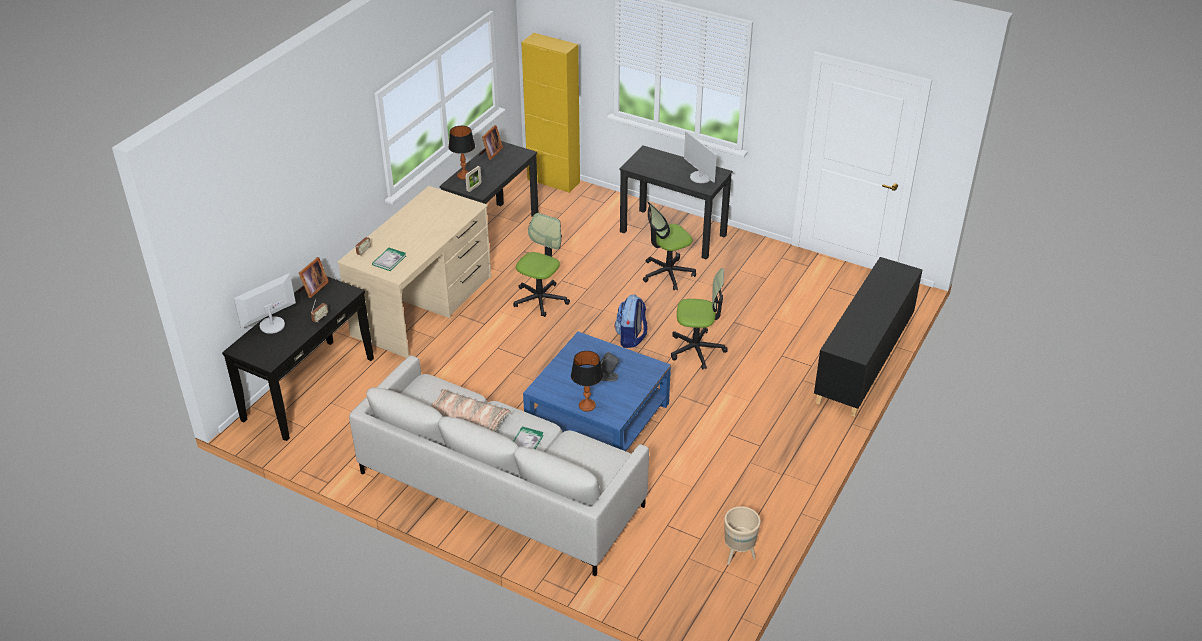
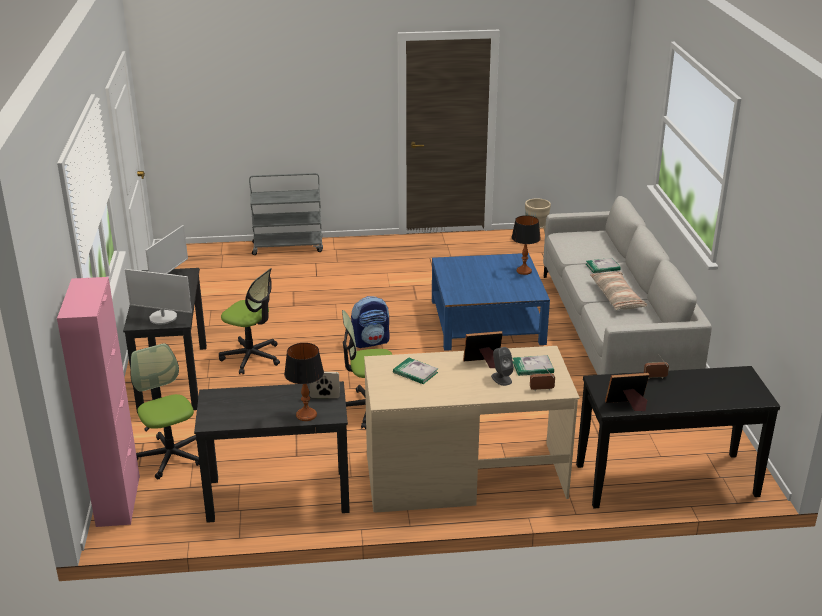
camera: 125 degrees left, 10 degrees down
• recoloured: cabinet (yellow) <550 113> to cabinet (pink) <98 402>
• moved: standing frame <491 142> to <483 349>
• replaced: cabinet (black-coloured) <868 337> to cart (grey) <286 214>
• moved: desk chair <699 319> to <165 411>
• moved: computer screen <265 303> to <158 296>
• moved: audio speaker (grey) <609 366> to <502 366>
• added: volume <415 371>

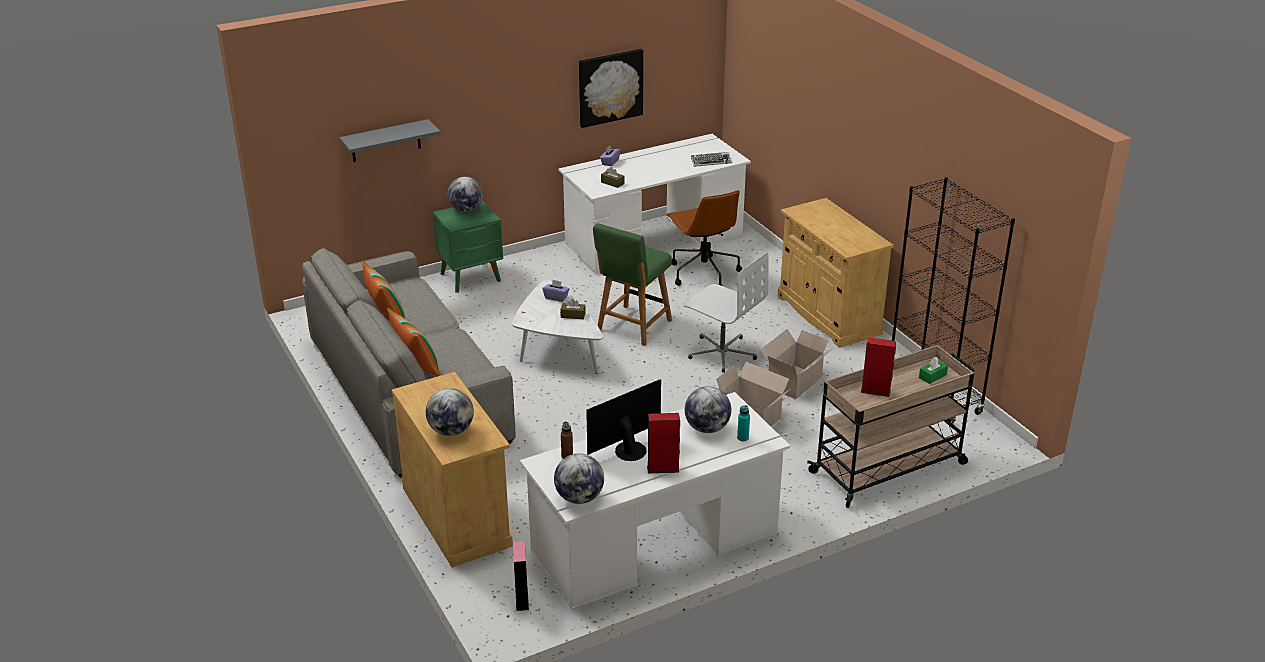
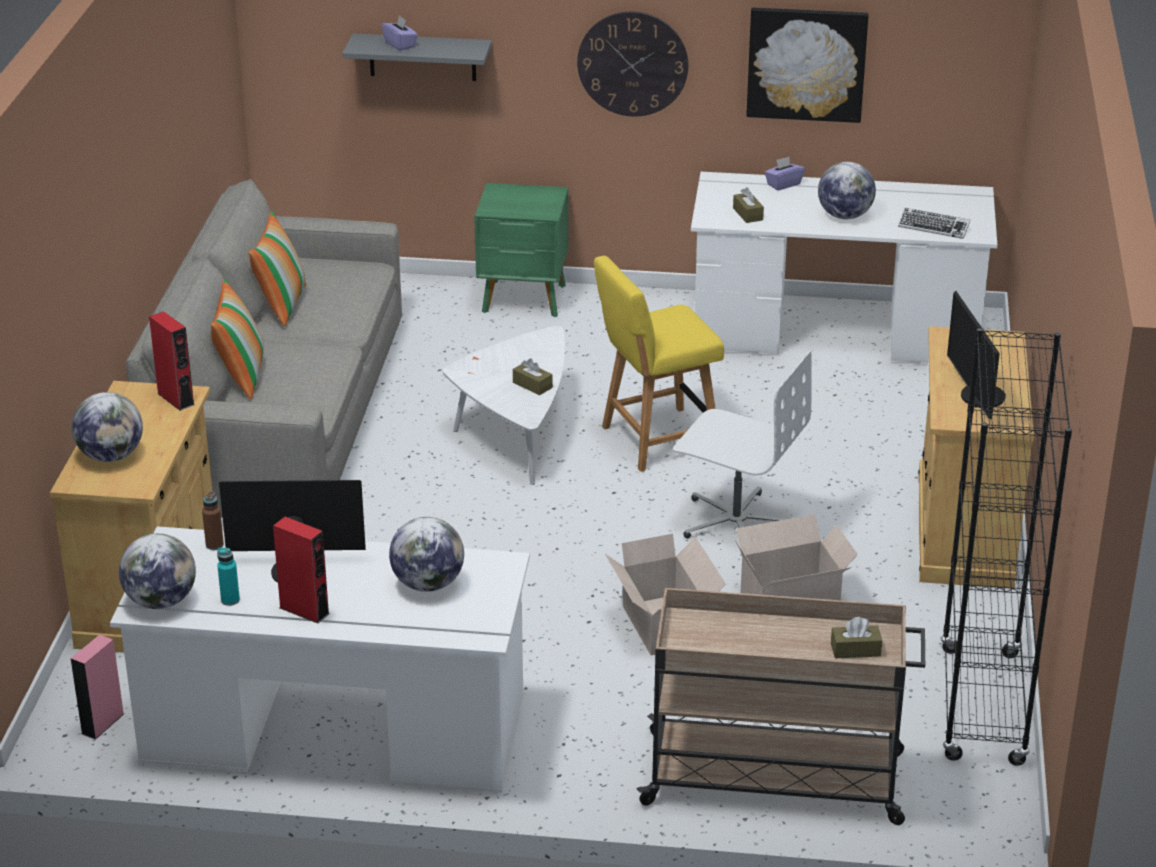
camera: 35 degrees right, 0 degrees up
• moved: world globe <465 194> to <847 190>
• removed: desk chair (brown) <704 238>
• recoloured: upright chair (green) <632 284> to upright chair (yellow) <659 364>
• turned: desk chair (white) <725 312> = <742 444> 45 degrees counterclockwise
• moved: tissue holder (purple-coloured) <555 290> to <399 33>
• moved: audio speaker (reddish) <878 367> to <171 361>
• recoloured: tissue holder (green) <933 370> to tissue holder (brown) <856 637>
• moved: bottle (turquoise) <743 423> to <228 577>
• added: wall clock <632 64>
• added: computer screen <976 355>

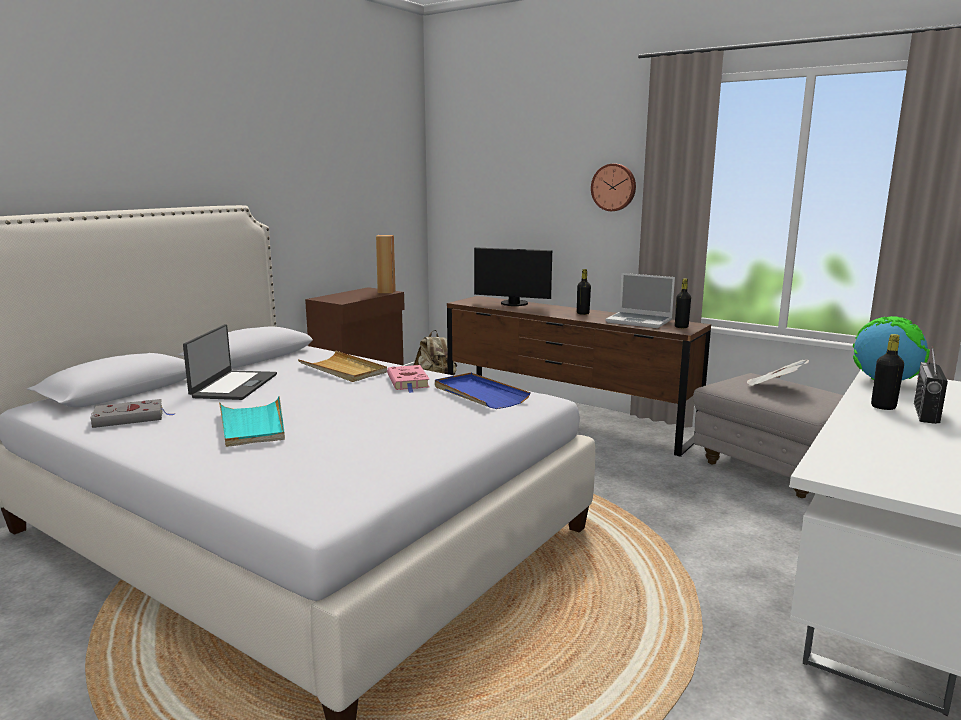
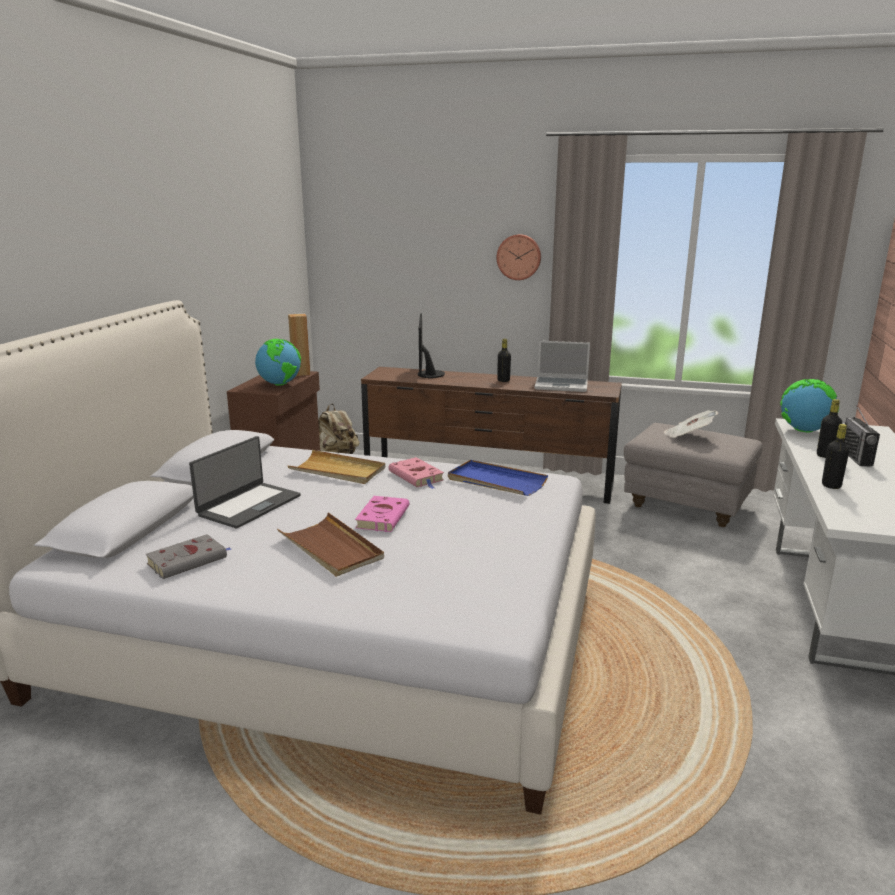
camera: 20 degrees left, 5 degrees up
• turned: computer screen <513 276> = <431 345> 90 degrees clockwise
• moved: bottle (black-coloured) <683 303> to <835 456>
• turned: laptop <230 362> = <245 482> 45 degrees clockwise
• recoloured: carrying tray (turquoise) <252 421> to carrying tray (brown) <330 545>
• added: world globe <278 362>
• added: volume (pink) <382 514>

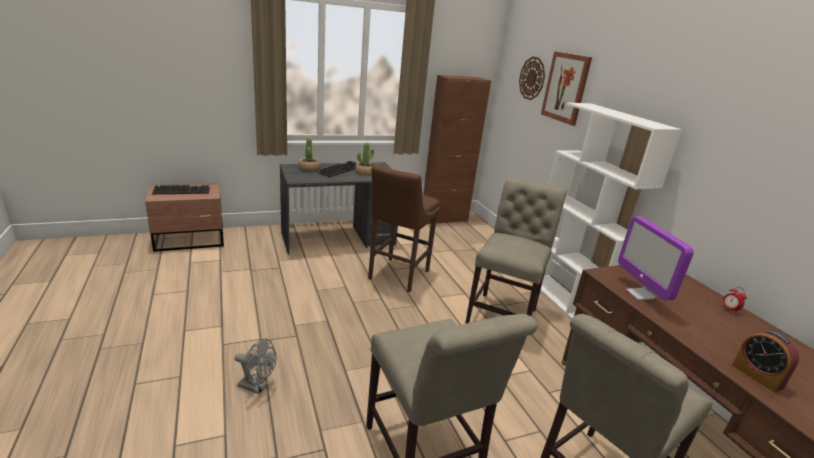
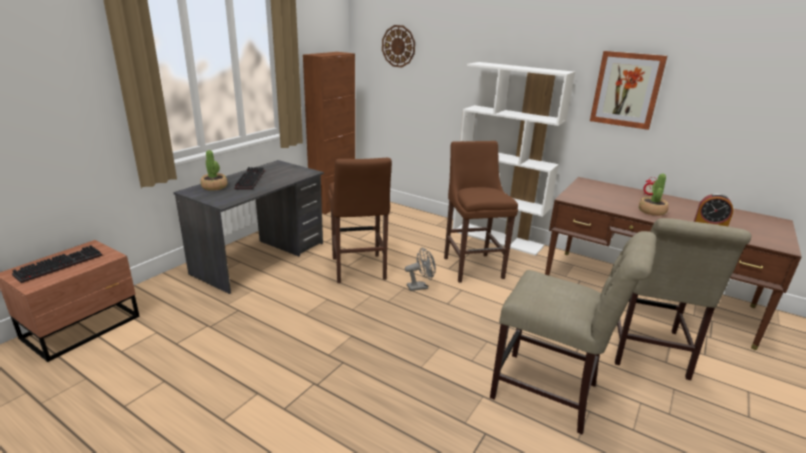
camera: 35 degrees left, 0 degrees up
• moved: wall art <566 88> to <629 90>
• moved: potted plant <365 158> to <654 195>
• replaced: upright chair (sand-coloured) <515 260> to stool (brown) <481 212>
• removed: computer screen <656 259>
• moved: fan (grey) <255 366> to <420 269>

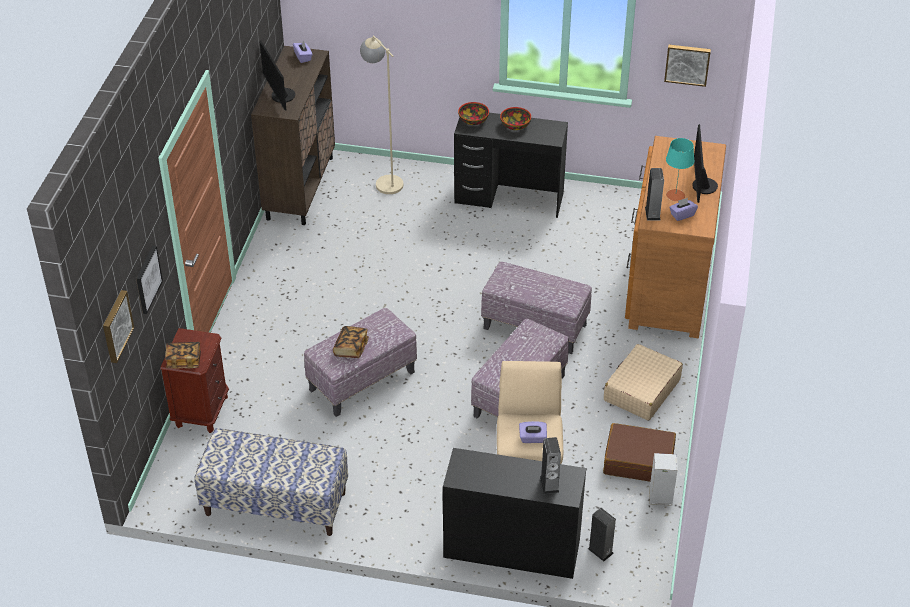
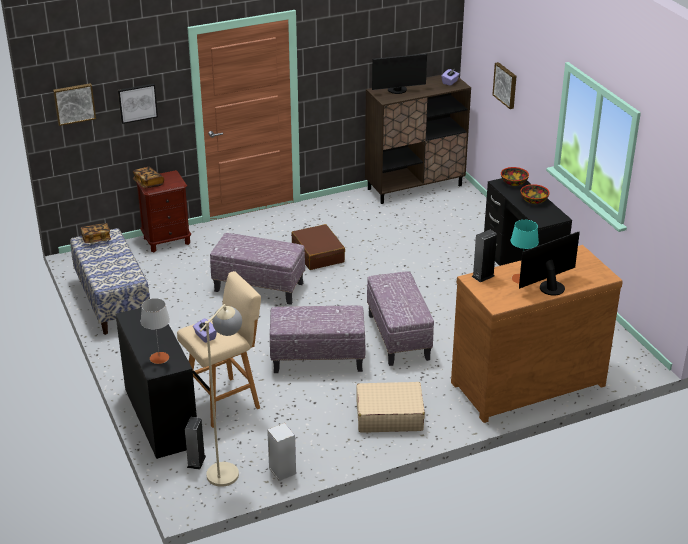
camera: 55 degrees right, 10 degrees down
• moved: standard lamp (sand-coloured) <381 114> to <221 395>
• turned: computer screen <277 76> = <399 73> 135 degrees counterclockwise
• moved: wall art <687 66> to <504 85>
• removed: tissue holder (purple-coloured) <683 209>
• moved: volume <351 342> to <96 233>
• moved: suitcase (brown) <639 452> to <318 247>
• replaced: audio speaker <550 465> to lamp for a table (grey) <155 331>

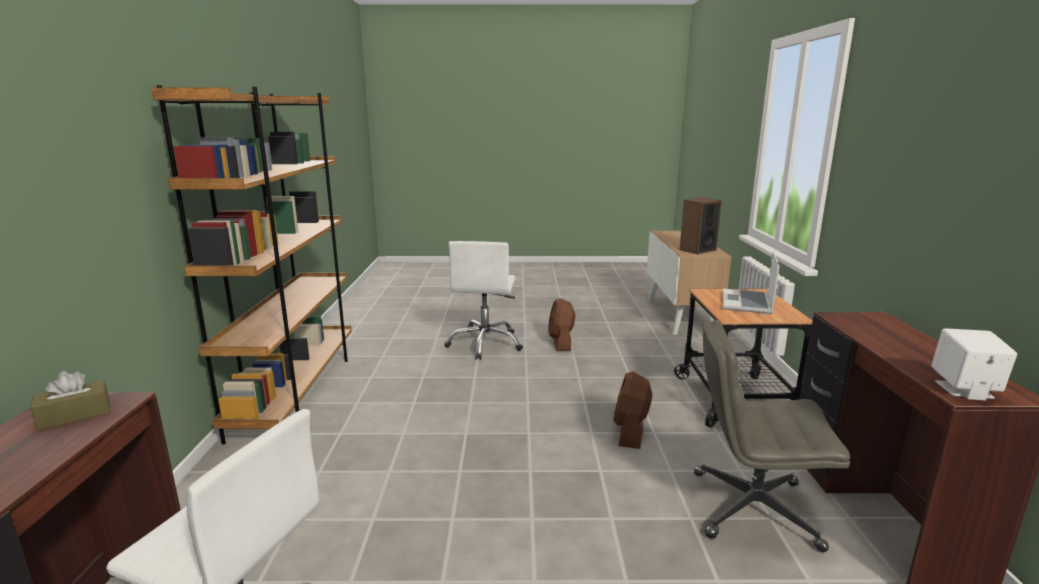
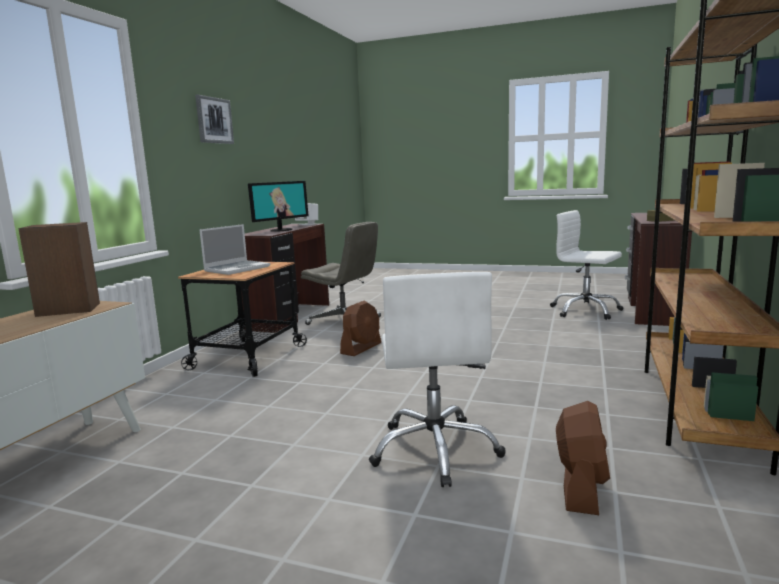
camera: 160 degrees left, 5 degrees down
• turned: desk chair (white) <484 300> = <437 379> 150 degrees clockwise
• moved: fan (brown) <561 324> to <583 458>
• added: wall art <214 119>
• added: computer screen <278 206>

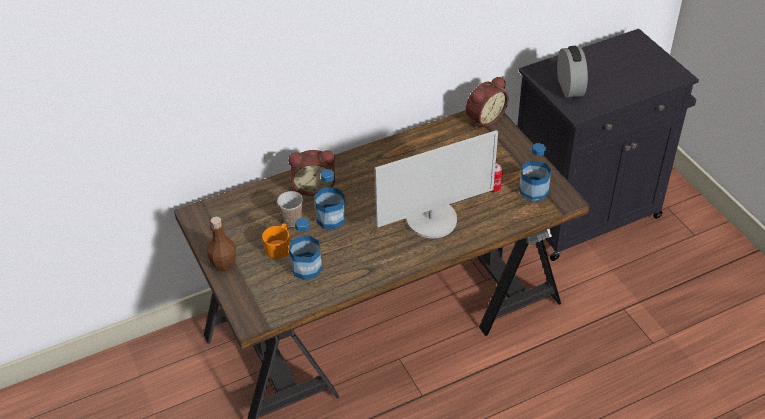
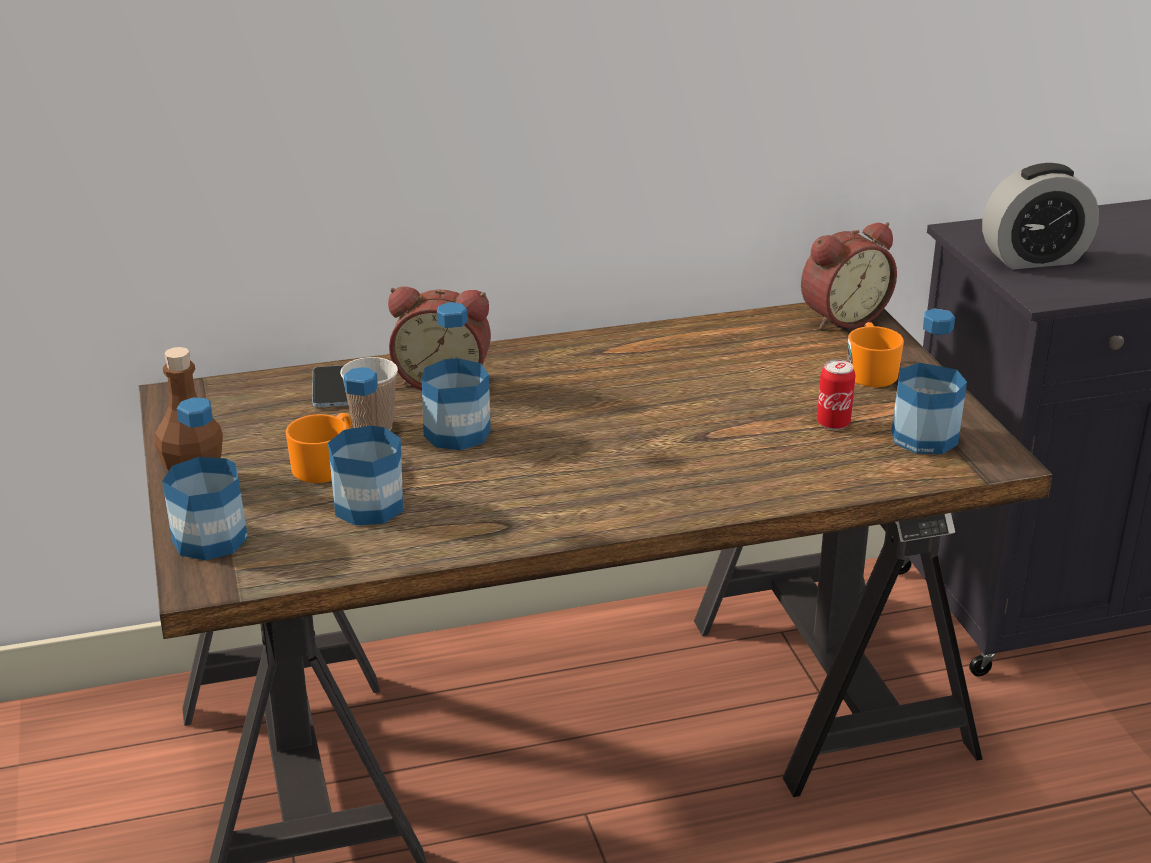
camera: 10 degrees right, 15 degrees down
• turned: table clock <572 72> = <1040 216> 75 degrees clockwise
• removed: computer screen <436 184>
• added: tea mug (orangey) <875 354>
• added: telephone <330 386>
• added: bottle <205 479>

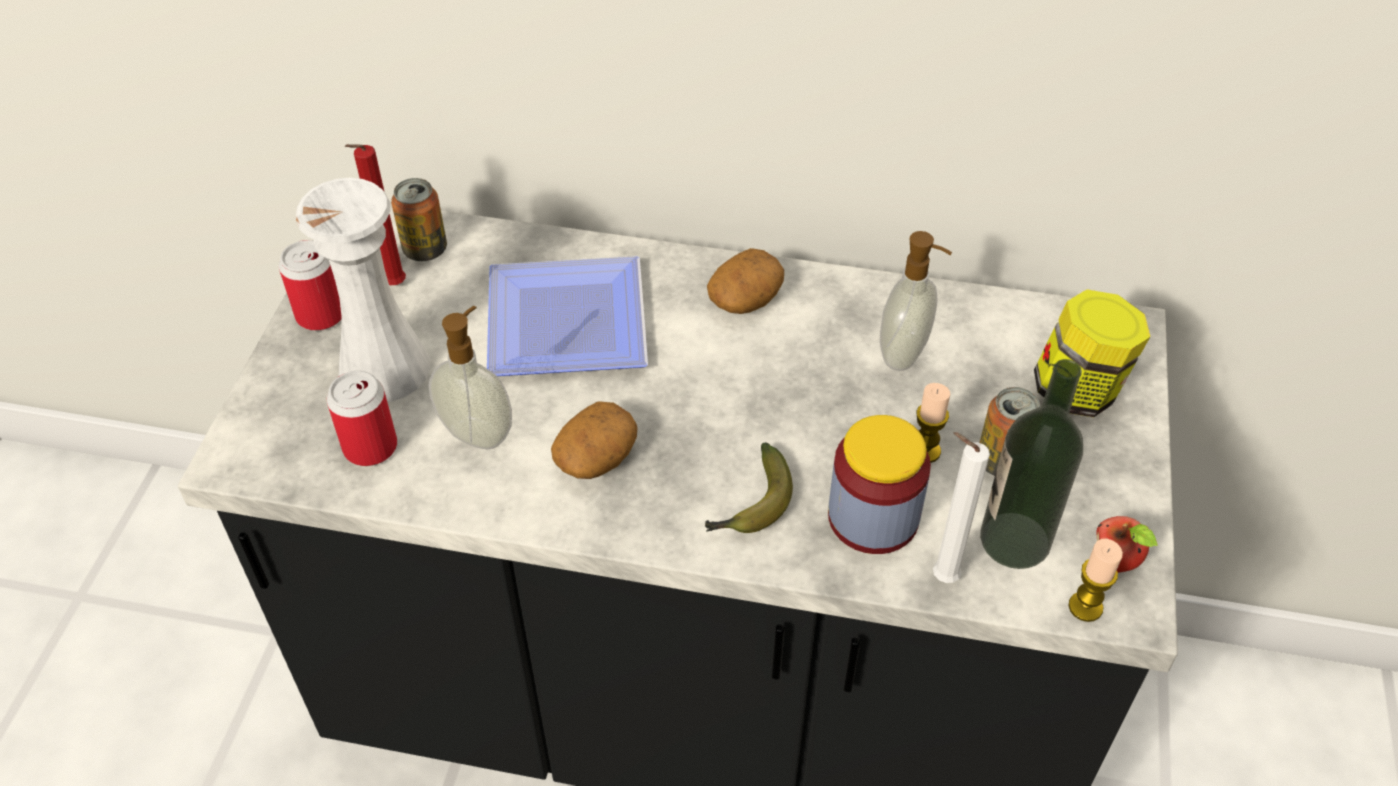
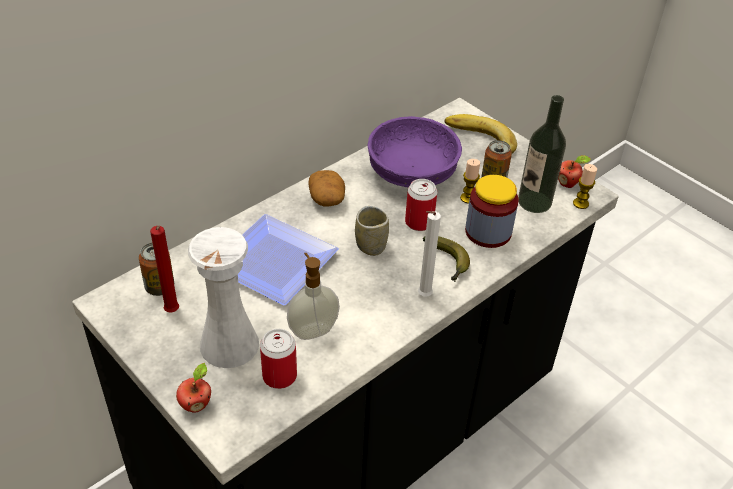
camera: 55 degrees left, 5 degrees down
• replaced: soap bottle <916 301> to bowl (purple-coloured) <414 151>
• moved: can <310 285> to <421 205>
• replaced: jar <1092 353> to banana <481 134>
• removed: spud <594 440>
• moved: wax light (white) <961 507> to <429 254>
• added: cup <372 231>
• added: apple fruit <193 388>

